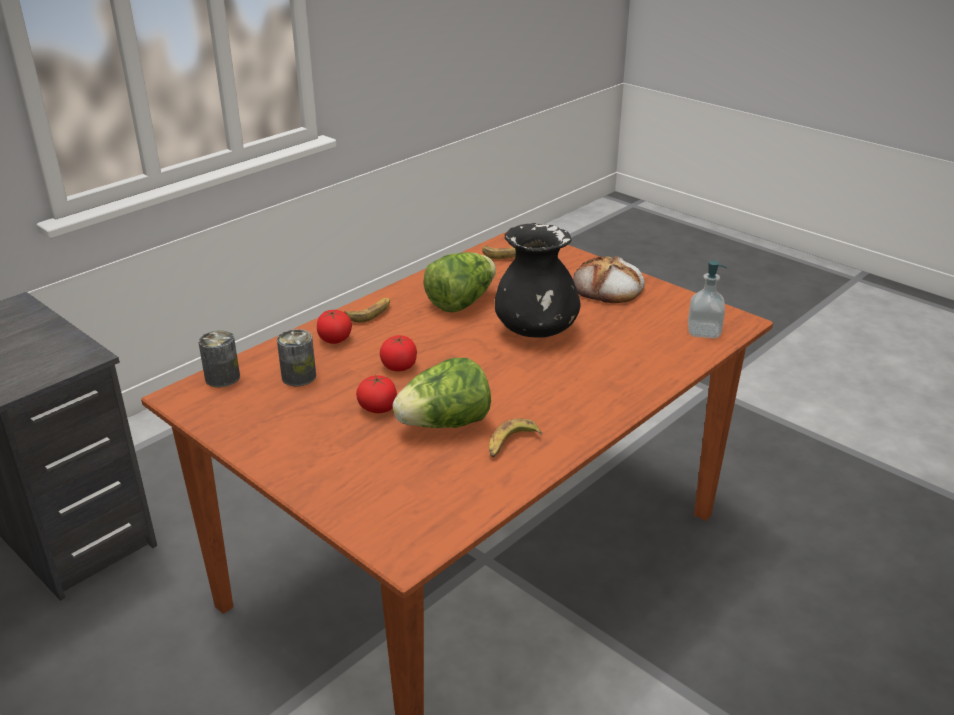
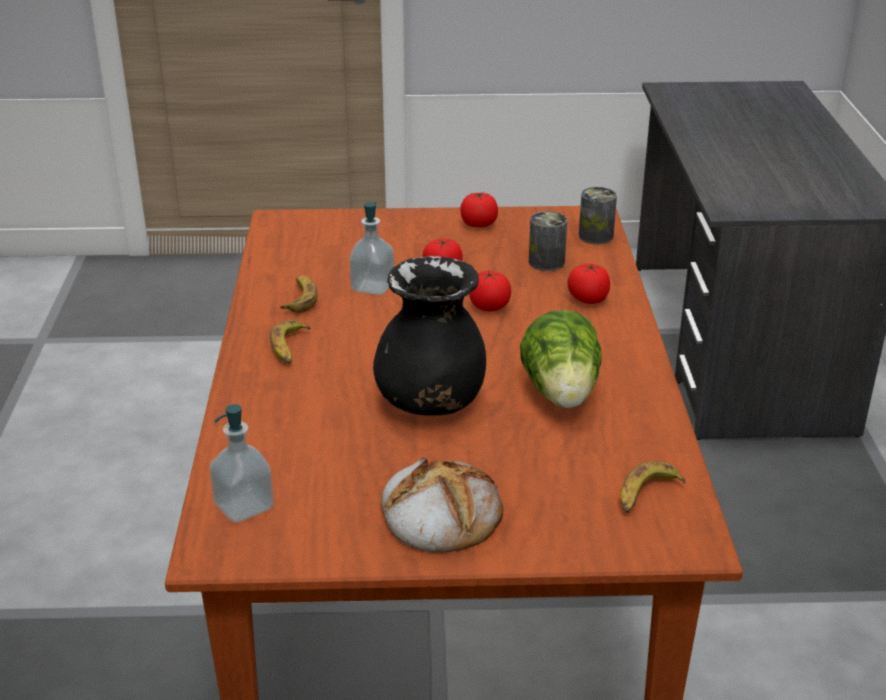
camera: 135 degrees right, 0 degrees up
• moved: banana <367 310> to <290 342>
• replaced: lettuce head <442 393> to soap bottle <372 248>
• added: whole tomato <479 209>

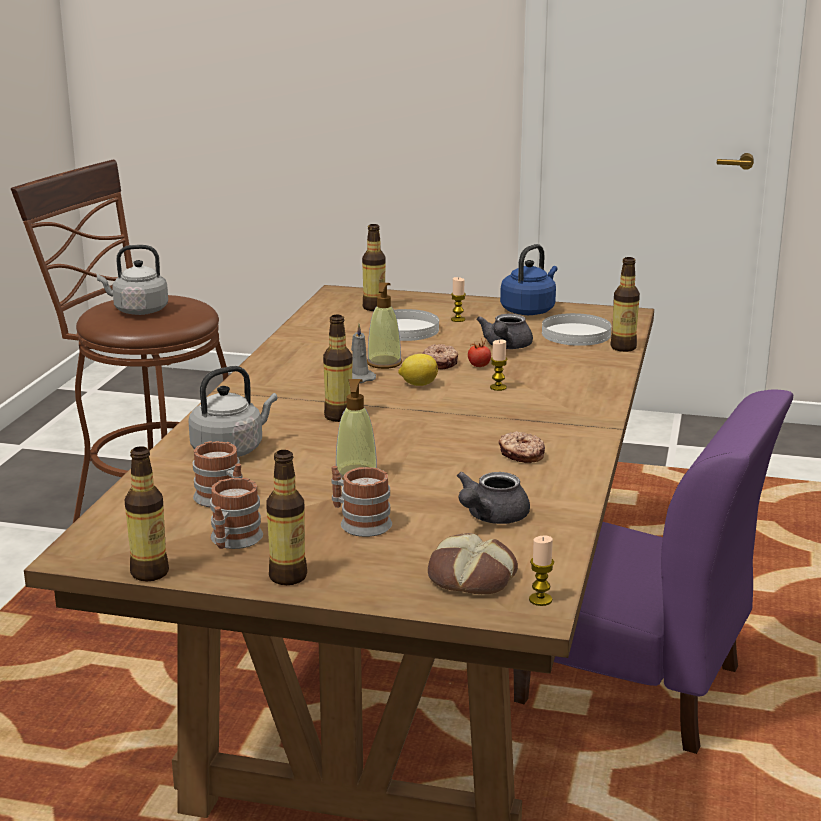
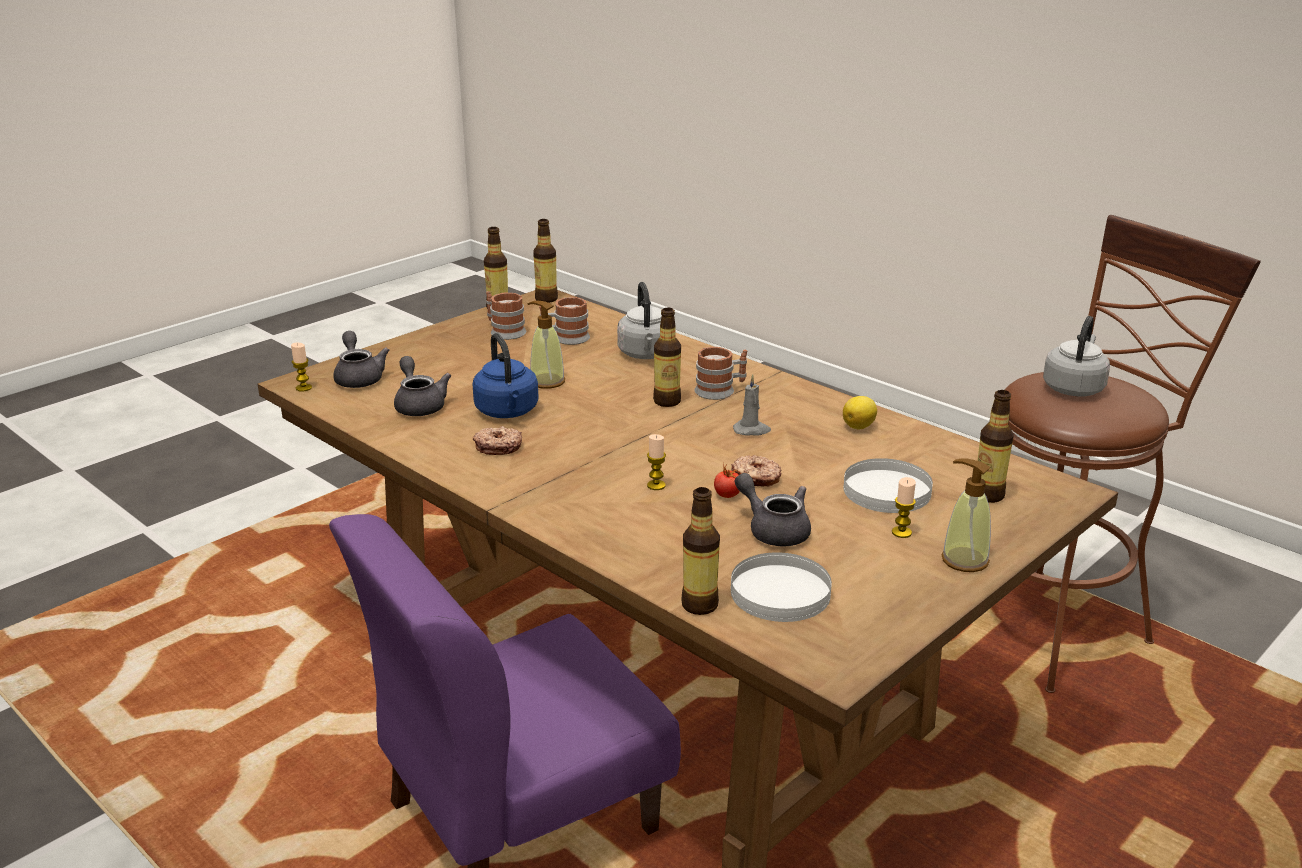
camera: 120 degrees right, 5 degrees up
• moved: water kettle (blue-coloured) <528 279> to <505 375>
• moved: soap bottle <384 325> to <966 515>
• moved: lemon <418 370> to <860 412>
• moved: bottle <286 517> to <545 261>
• moved: tea mug <361 501> to <720 373>
• replaced: bakery bread <473 563> to pot for tea (grey) <361 359>

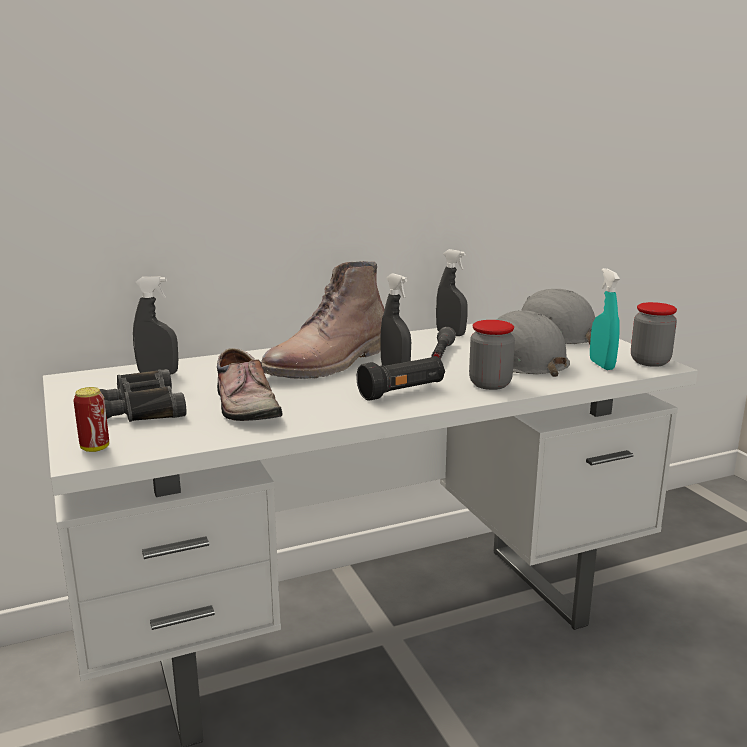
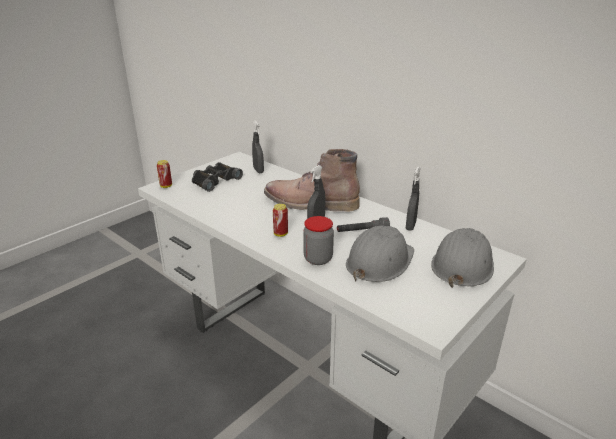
camera: 65 degrees right, 10 degrees up
• removed: hand sprayer (turquoise) <605 319>
• removed: jar <654 334>
• removed: item of footwear <250 384>
• replaced: flashlight (black-coloured) <400 378> to can <280 220>

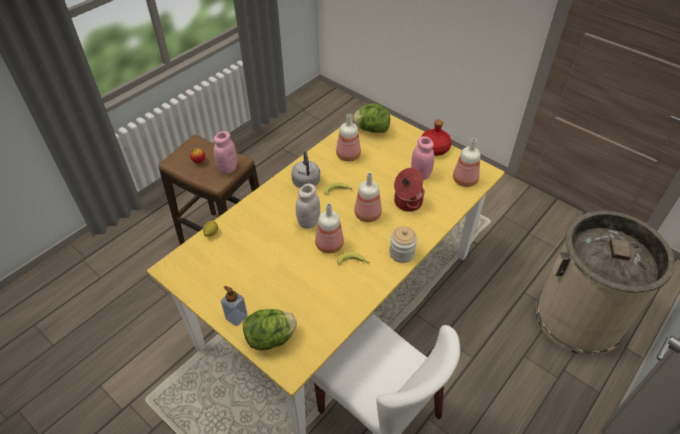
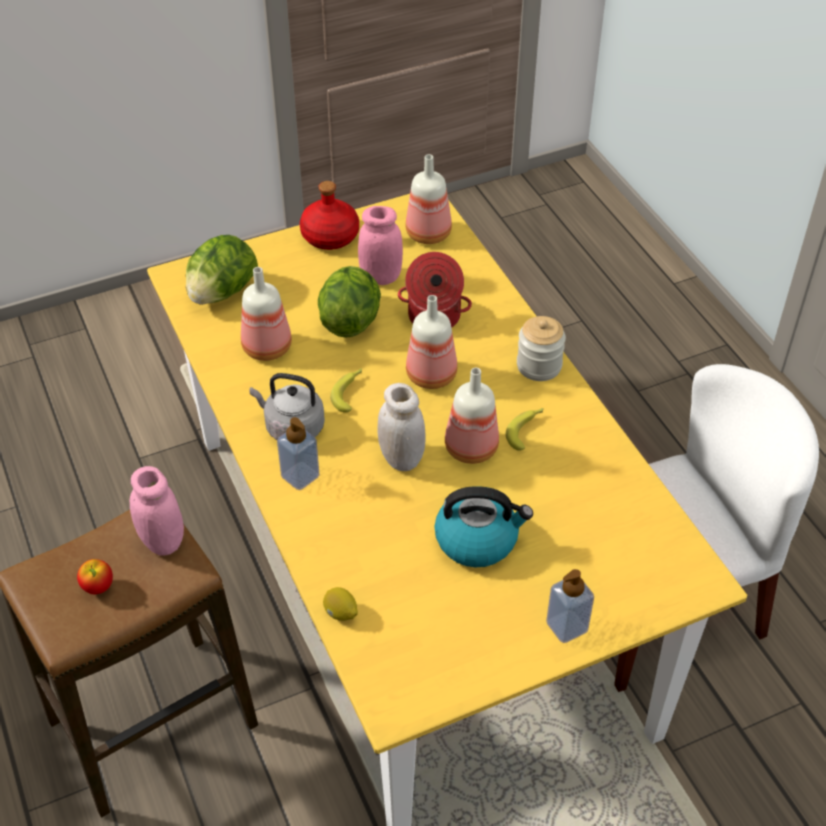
camera: 65 degrees left, 0 degrees up
• removed: trash can (sand-coloured) <605 283>
• moved: lettuce head <270 329> to <349 302>
• added: soap bottle <298 453>
• added: water kettle <483 526>

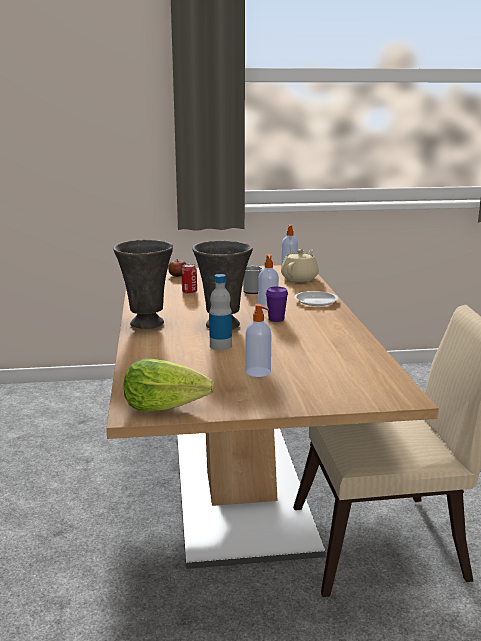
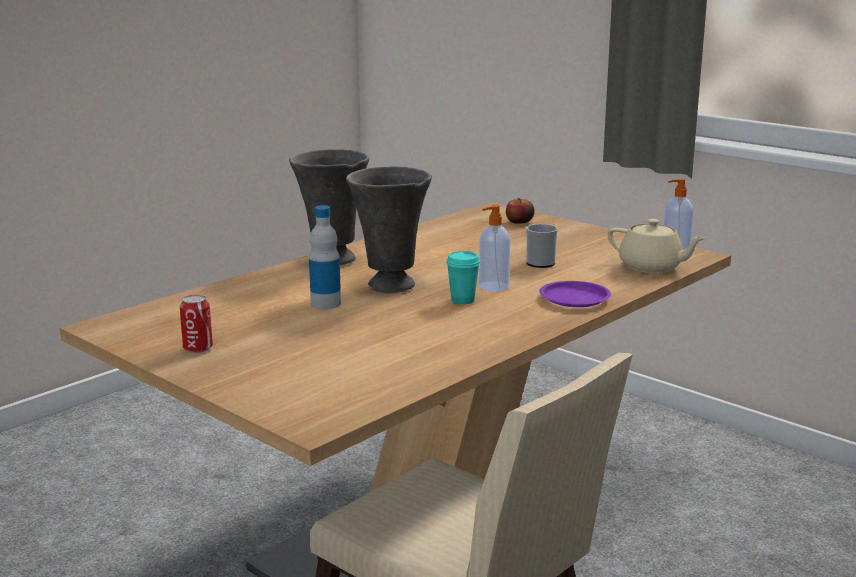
camera: 50 degrees right, 0 degrees up
• turned: pot for tea (sand-coloured) <300 265> = <656 246> 45 degrees clockwise
• moved: can <189 279> to <196 323>
• recoloured: cup (purple-coloured) <277 304> to cup (turquoise) <463 277>
• recoloured: plate (white) <316 298> to plate (purple-coloured) <575 294>
• removed: soap bottle <258 340>
• removed: lettuce head <169 385>

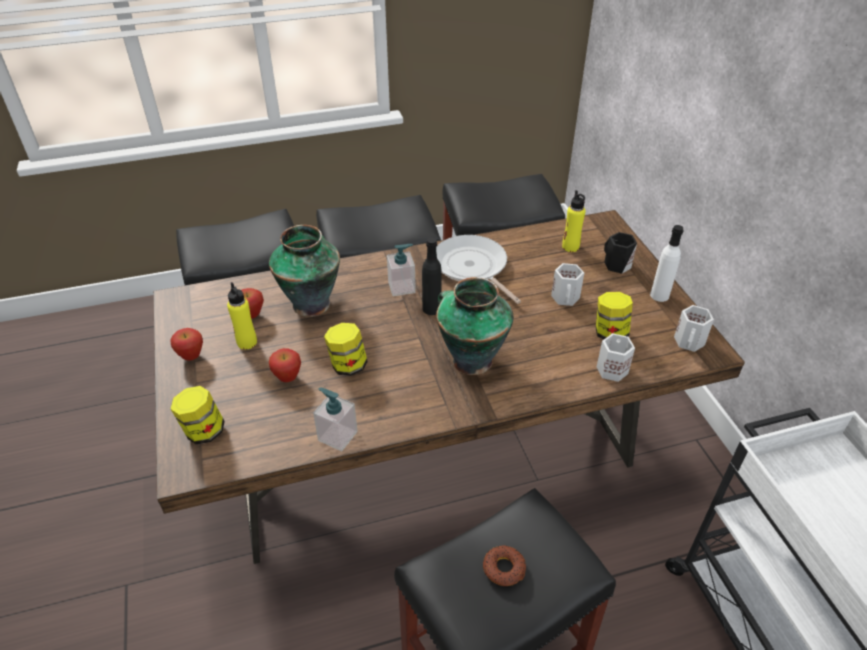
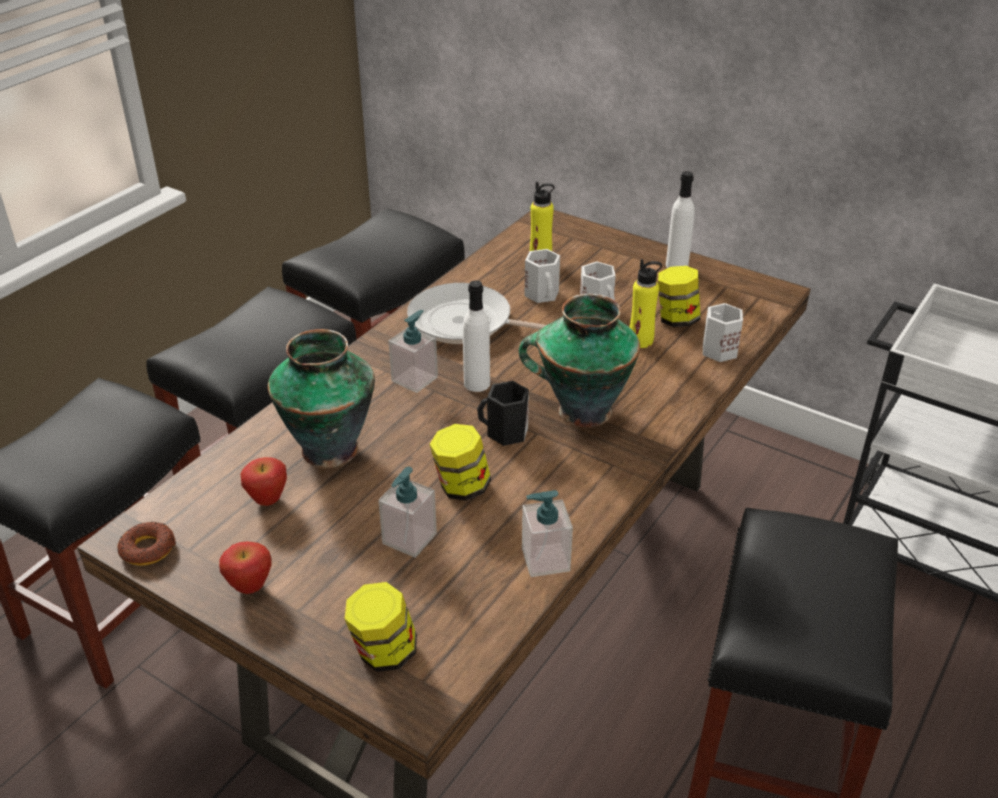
camera: 40 degrees left, 5 degrees down
• moved: tea mug (black-coloured) <620 253> to <503 413>
• recoloured: bottle (black-coloured) <432 276> to bottle (white) <476 336>
• moved: bottle (yellow) <242 315> to <646 303>
• moved: tea mug (white) <694 328> to <542 276>
• replaced: apple fruit <285 365> to soap bottle <407 512>
• moved: donut <504 565> to <146 544>

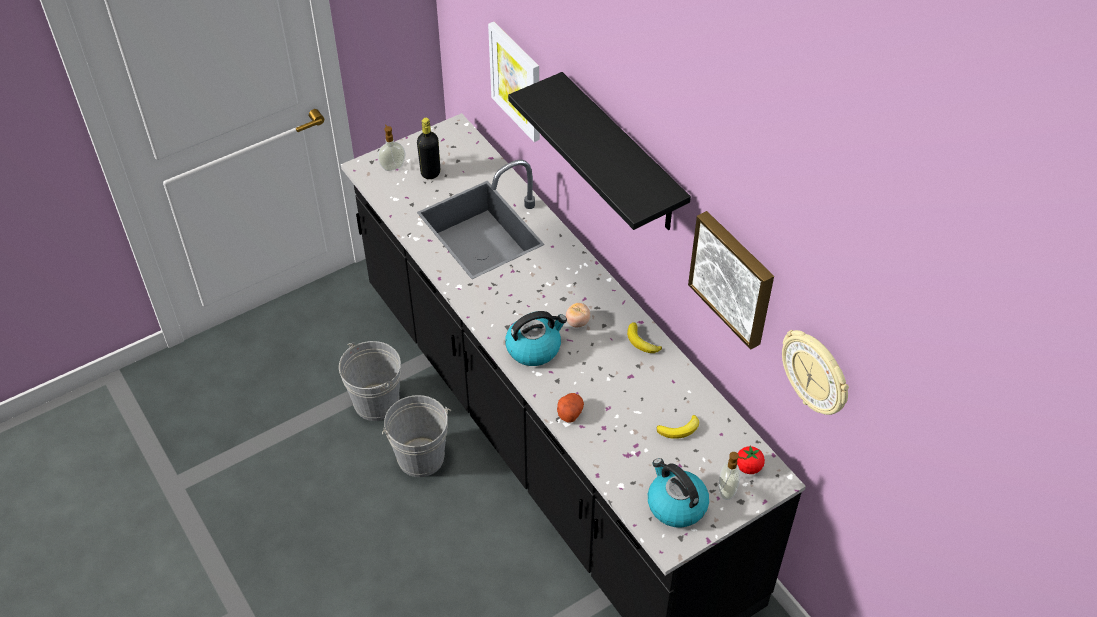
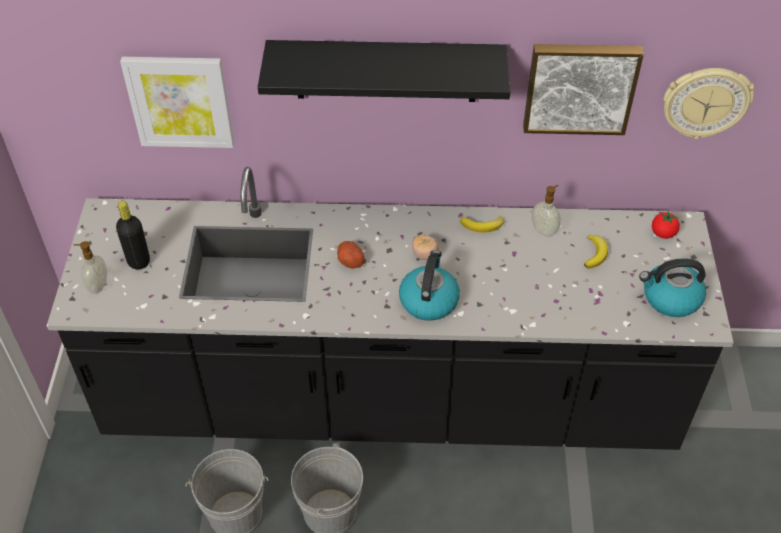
camera: 55 degrees left, 0 degrees up
• moved: spud <570 408> to <351 255>
• moved: soap bottle <732 476> to <546 211>

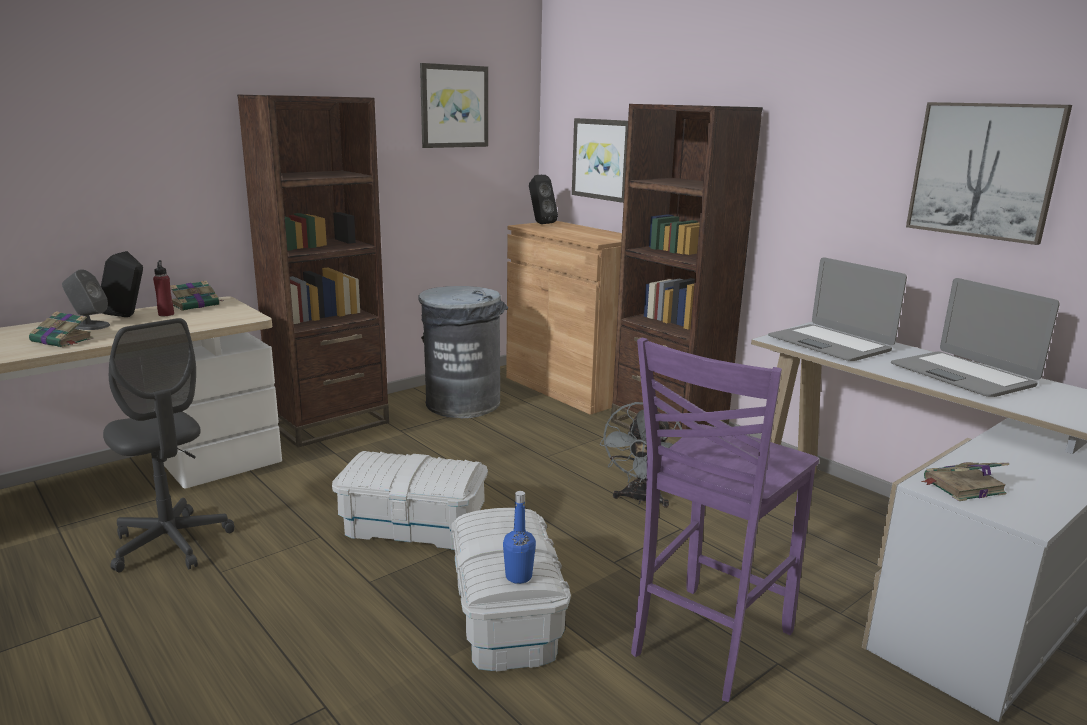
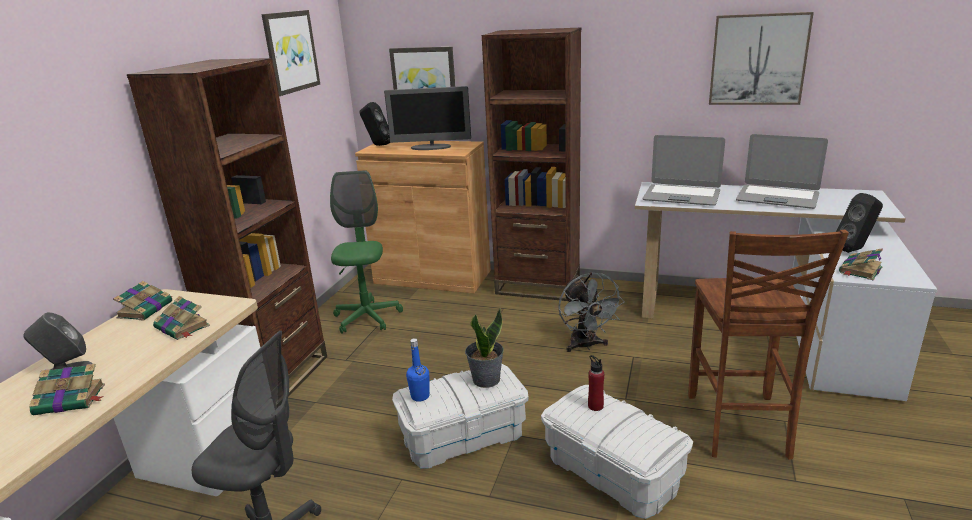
camera: 30 degrees left, 5 degrees up
• moved: audio speaker (black-coloured) <122 284> to <859 223>
• moved: bottle (reddish) <163 288> to <596 383>
• replaced: trash can (grey) <463 352> to desk chair (green) <366 252>
• recoloured: upright chair (purple-coloured) <725 520> to upright chair (brown) <768 345>
• moved: bottle (blue-coloured) <519 537> to <418 370>
• added: computer screen <427 118>
• added: volume <181 318>
• added: potted plant <484 348>

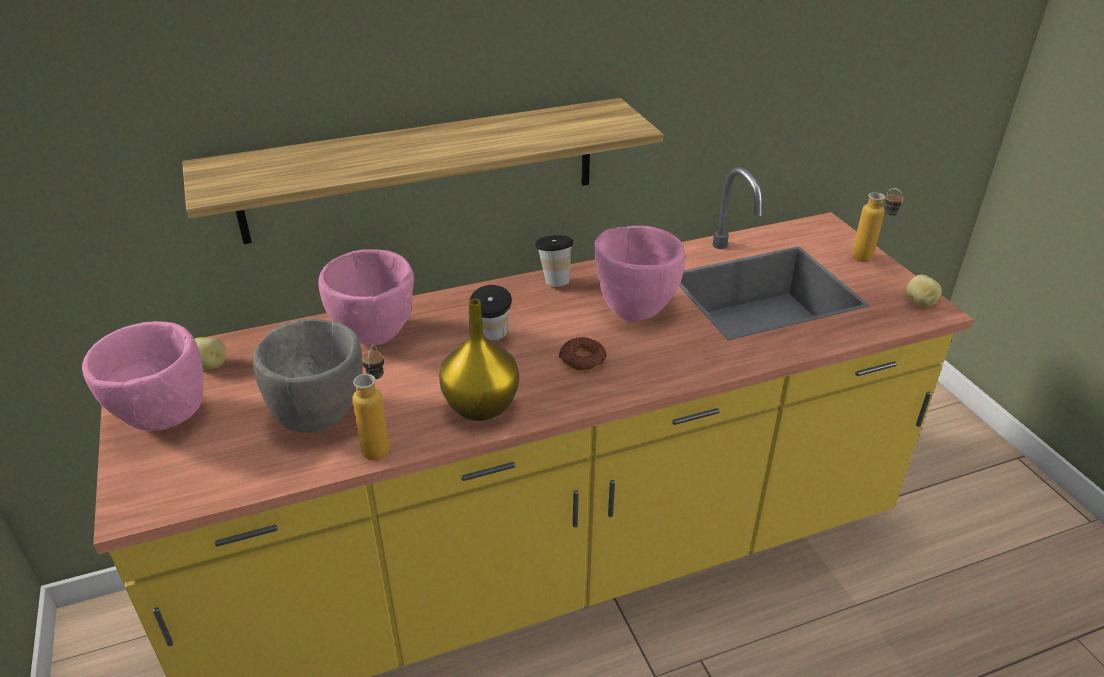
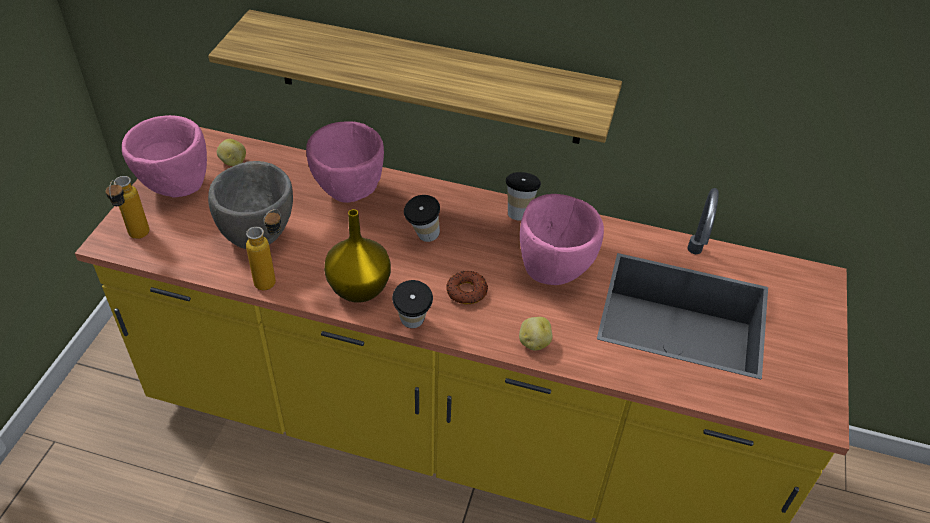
camera: 35 degrees right, 10 degrees up
• moved: bottle <877 225> to <127 207>
• moved: spud <924 291> to <535 334>
• added: cup <412 304>

